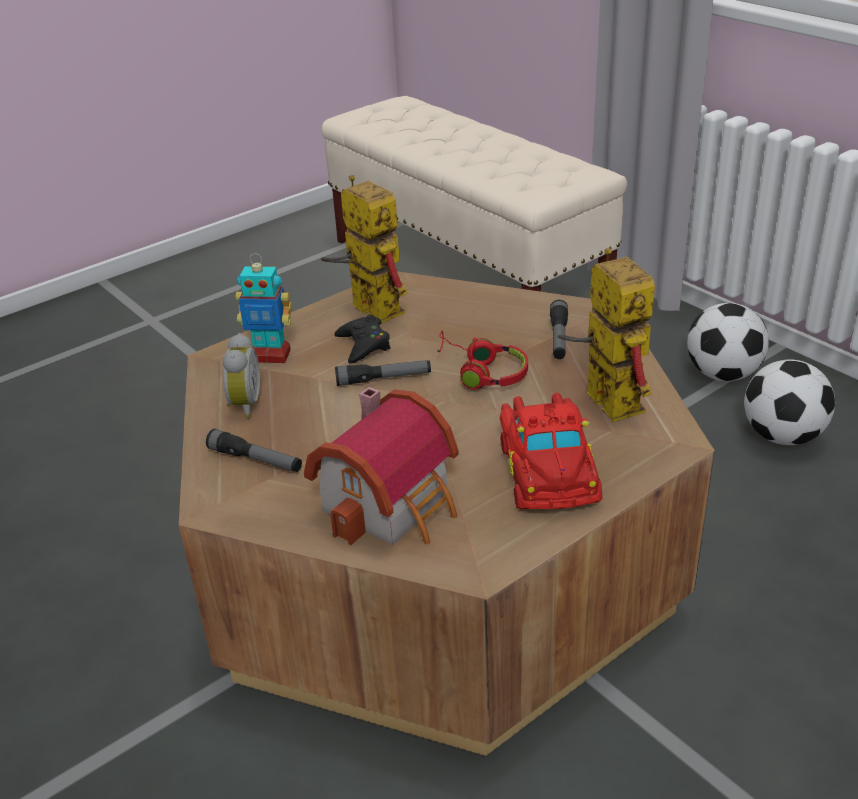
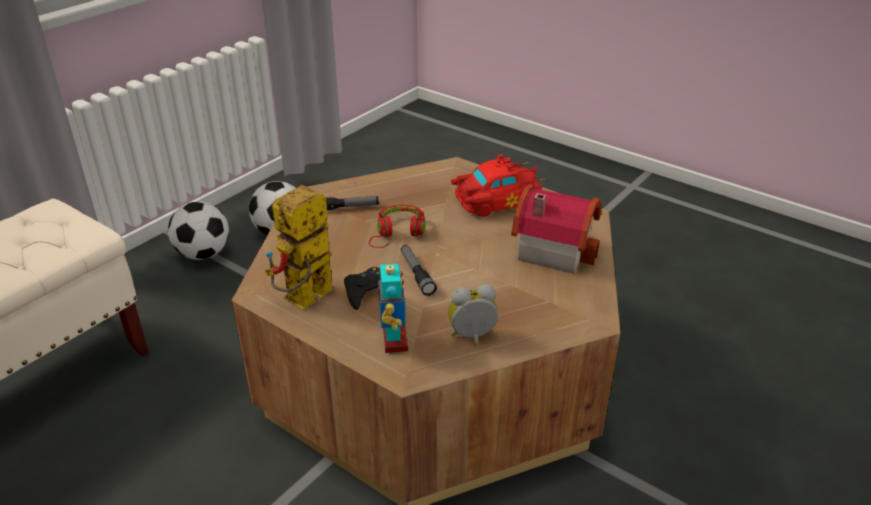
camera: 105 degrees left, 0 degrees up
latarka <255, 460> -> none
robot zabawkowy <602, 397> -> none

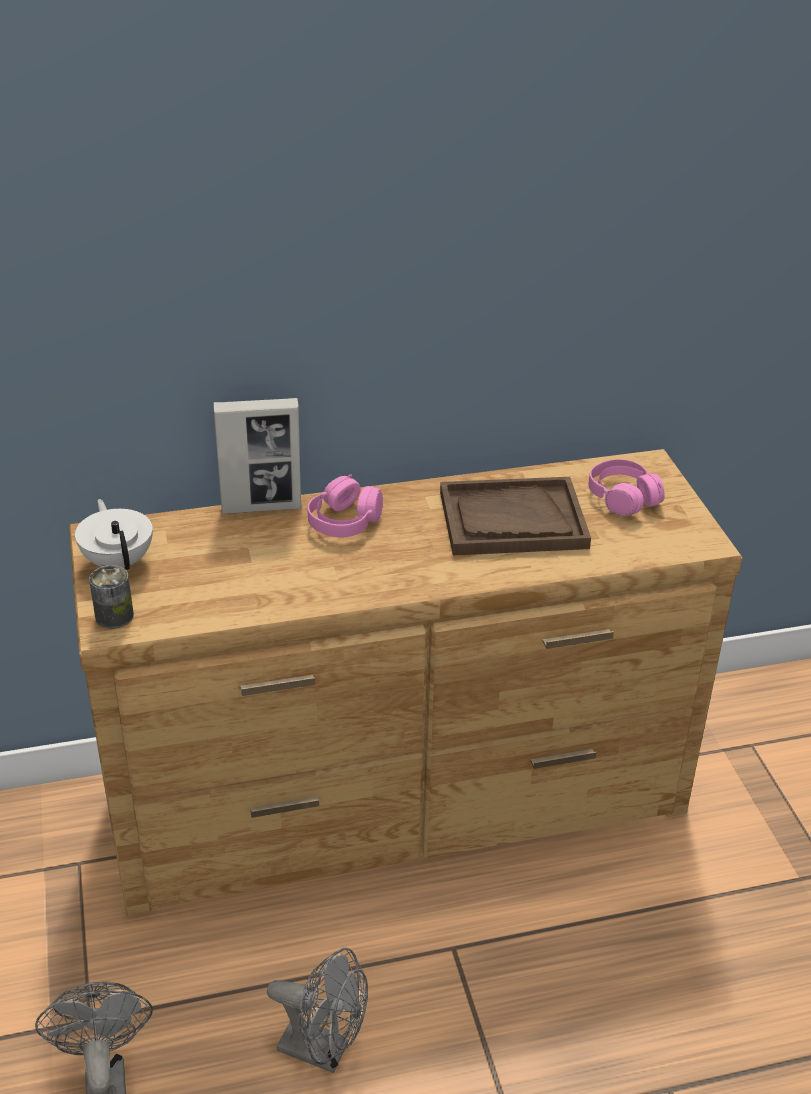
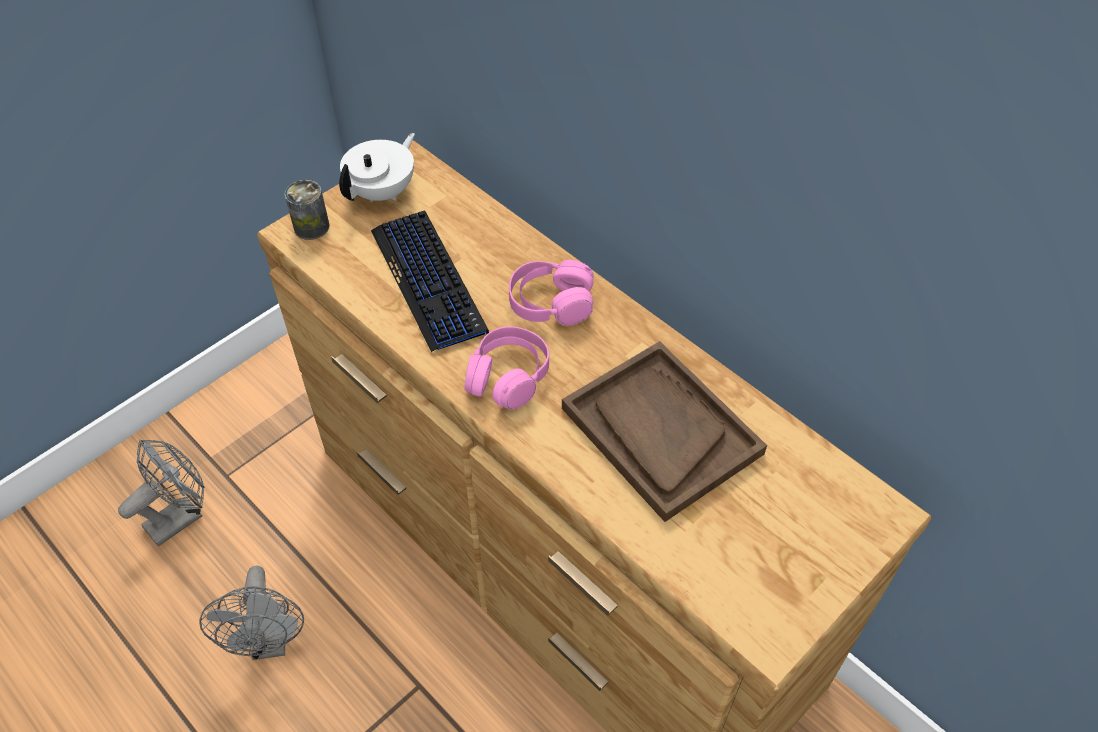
camera: 60 degrees right, 15 degrees up
none -> klawiatura <429, 281>
słuchawki (różowy) <623, 498> -> słuchawki (różowy) <508, 377>, relocated
ramka na zdjęcie <261, 507> -> none

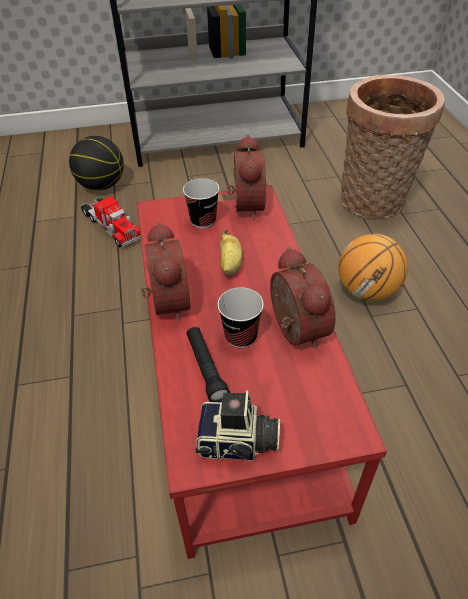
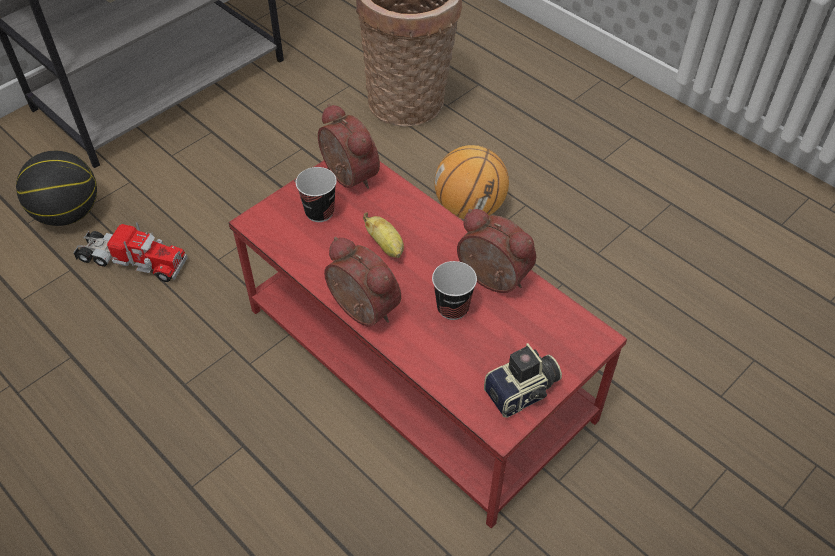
camera: 35 degrees left, 5 degrees up
latarka (czarny) <206, 369> -> none

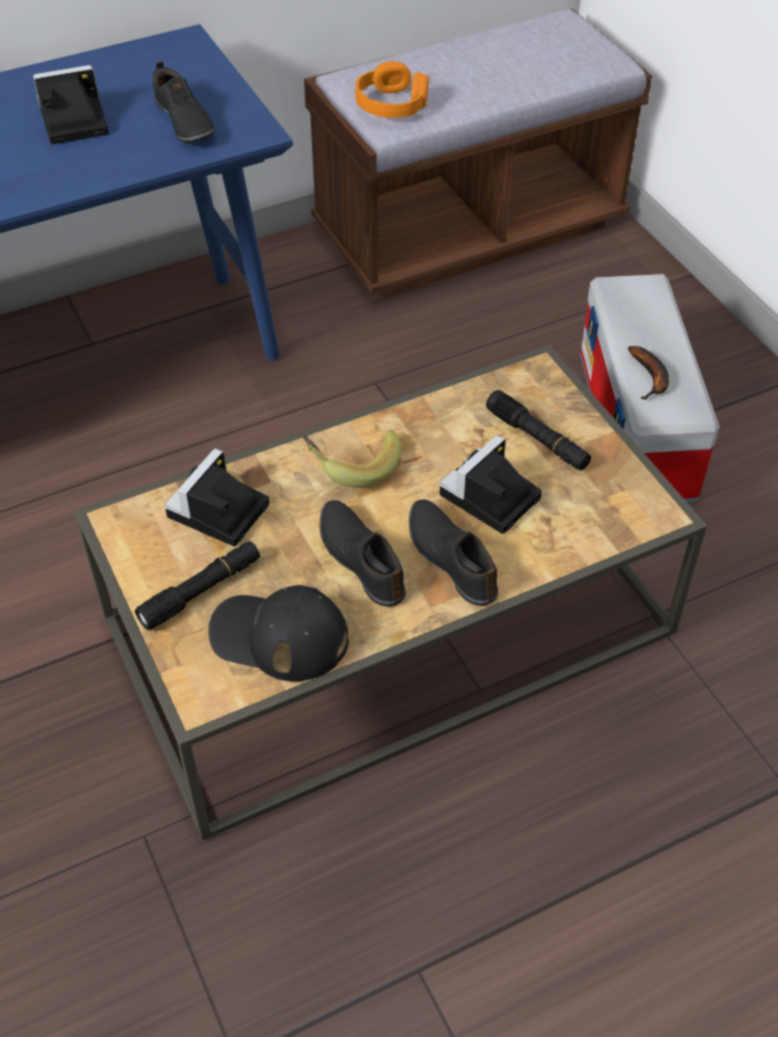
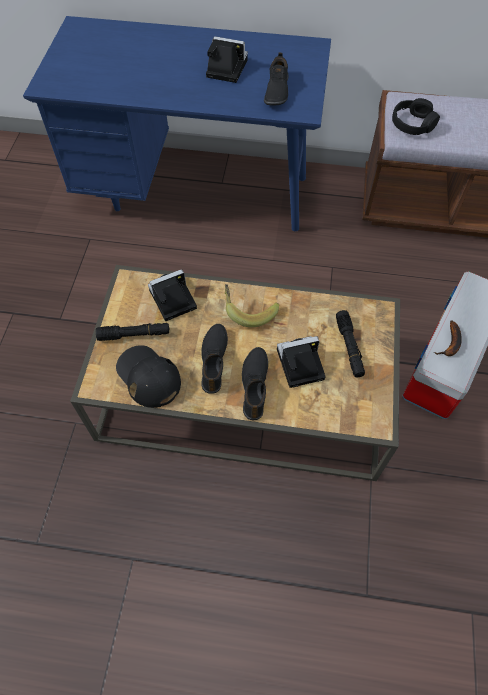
camera: 35 degrees right, 10 degrees up
słuchawki (pomarańczowy) <392, 104> -> słuchawki (czarny) <412, 124>

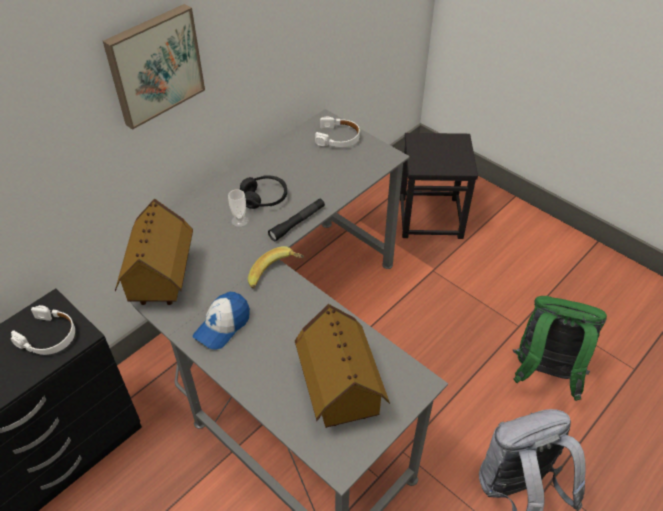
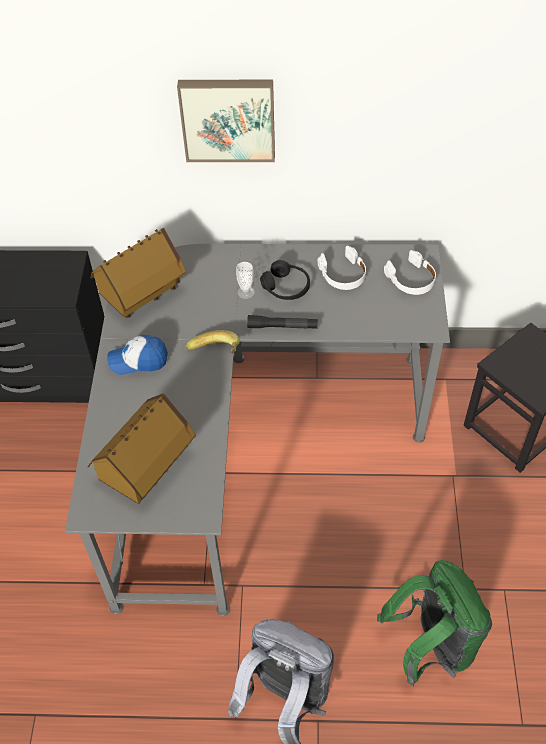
camera: 50 degrees right, 5 degrees up
słuchawki (biały) <49, 336> -> słuchawki (biały) <343, 274>, relocated

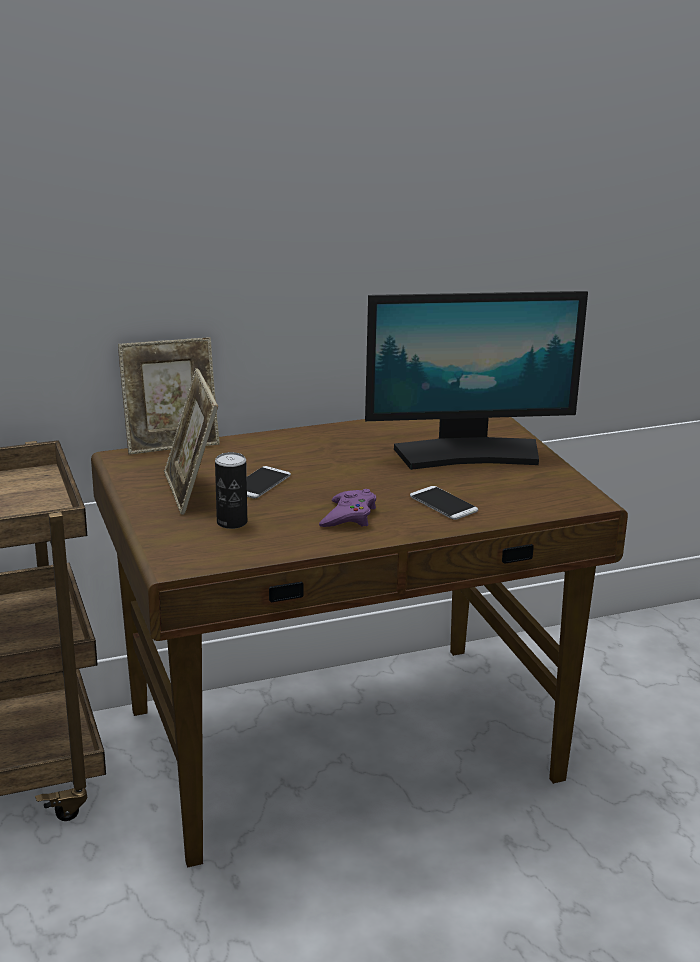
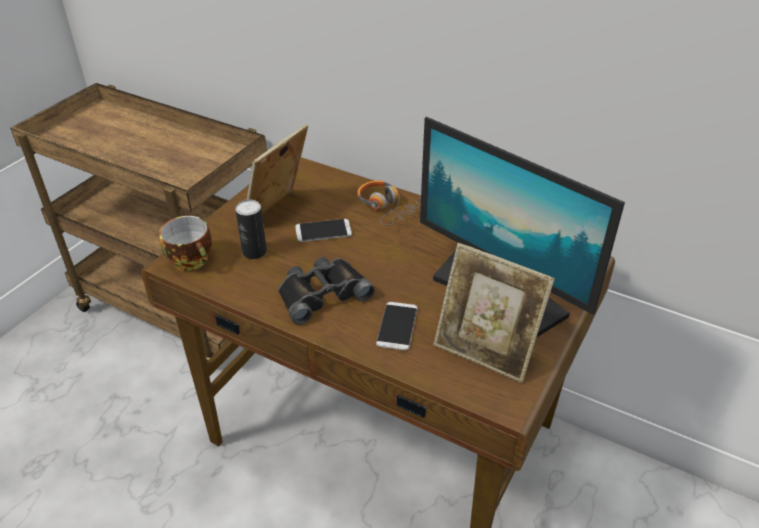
camera: 50 degrees right, 15 degrees up
none -> filiżanka <193, 260>
pad do gier (fioletowy) <349, 516> -> lornetka (czarny) <322, 293>
none -> słuchawki <386, 208>
ramka na zdjęcie <171, 443> -> ramka na zdjęcie <485, 352>, relocated

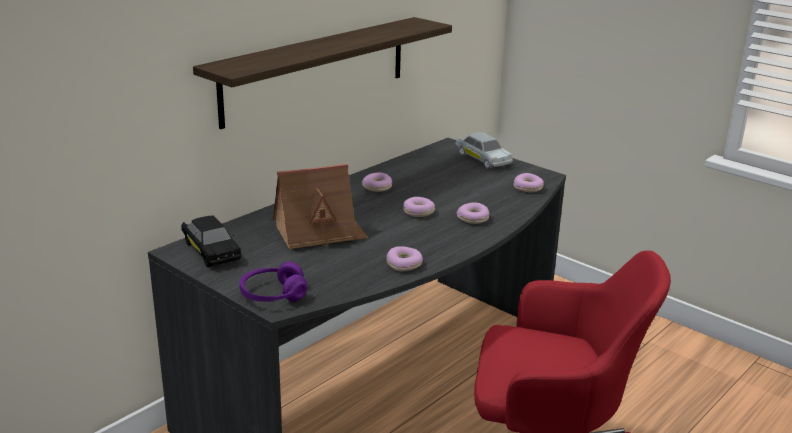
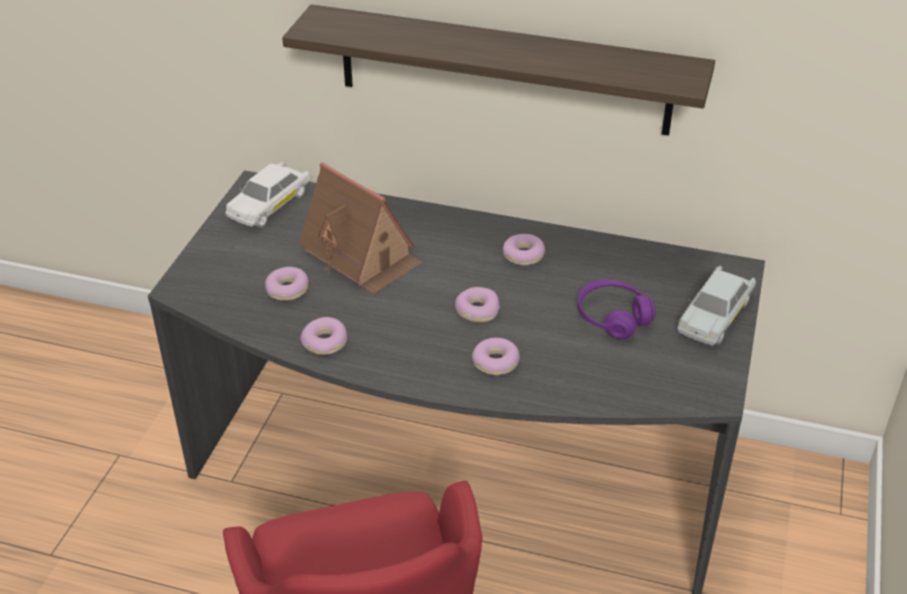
camera: 65 degrees right, 15 degrees up
samochodzik (czarny) <211, 251> -> samochodzik (biały) <269, 204>
donut <528, 188> -> donut <287, 290>, relocated
słuchawki (fioletowy) <273, 295> -> słuchawki (fioletowy) <613, 317>, relocated

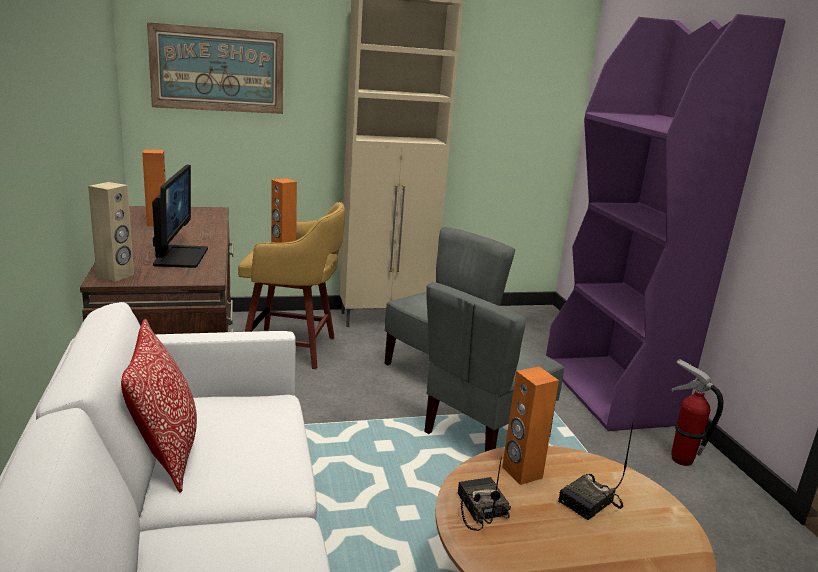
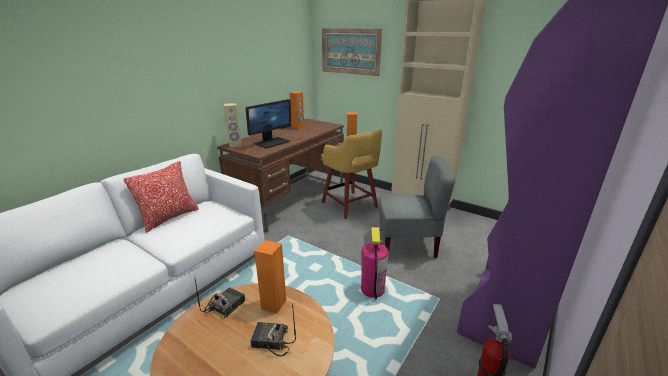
camera: 50 degrees right, 5 degrees up
krzesło (szary) <484, 435> -> gaśnica <372, 289>

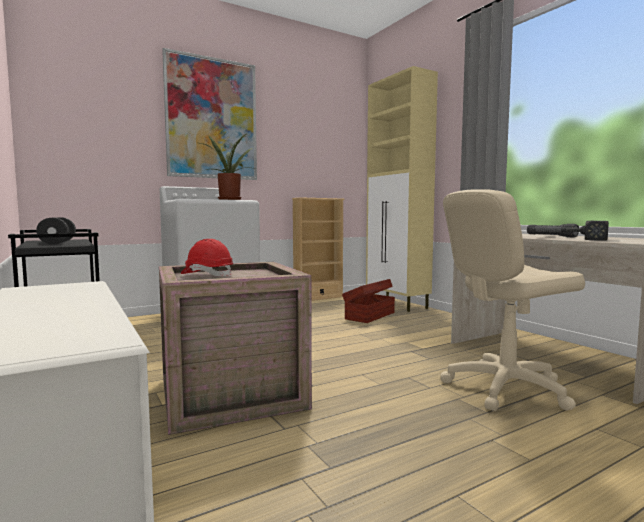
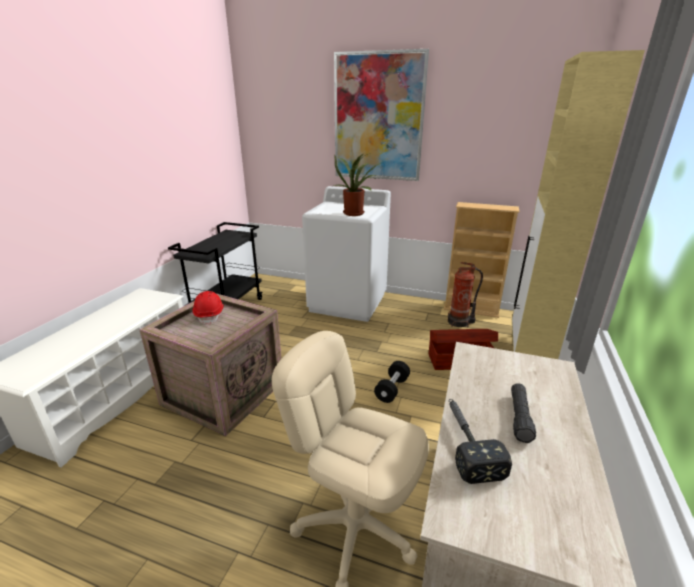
camera: 50 degrees right, 20 degrees up
hantel (czarny) <58, 243> -> hantel (czarny) <392, 389>, relocated
none -> gaśnica <459, 322>

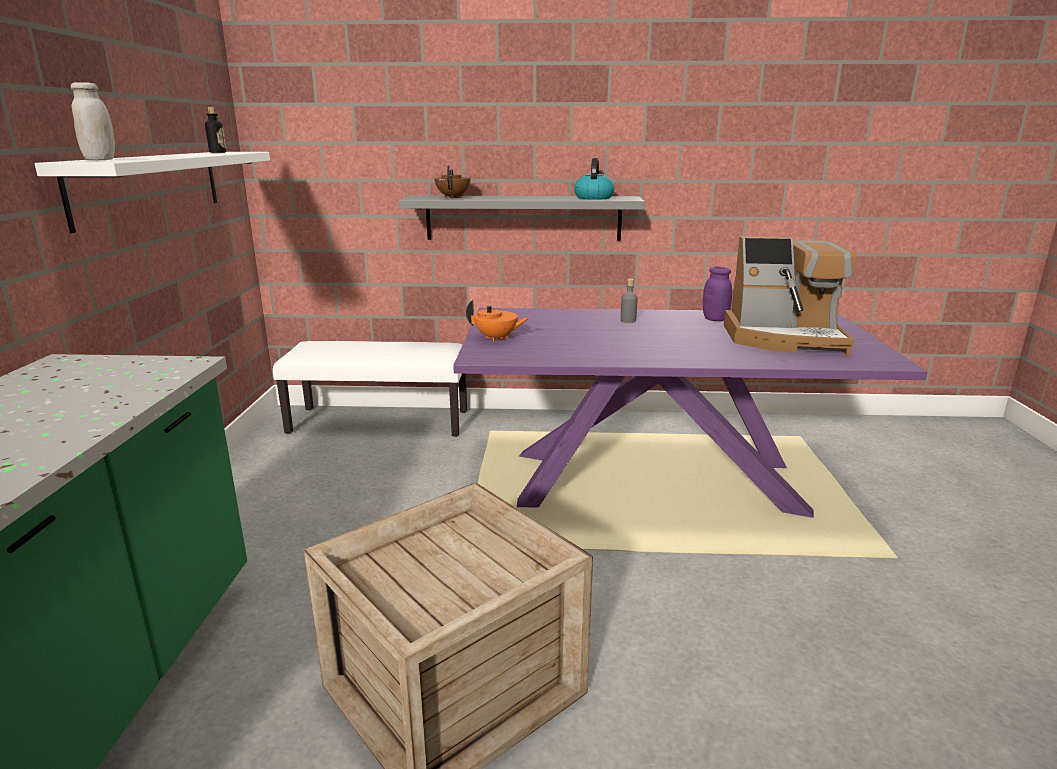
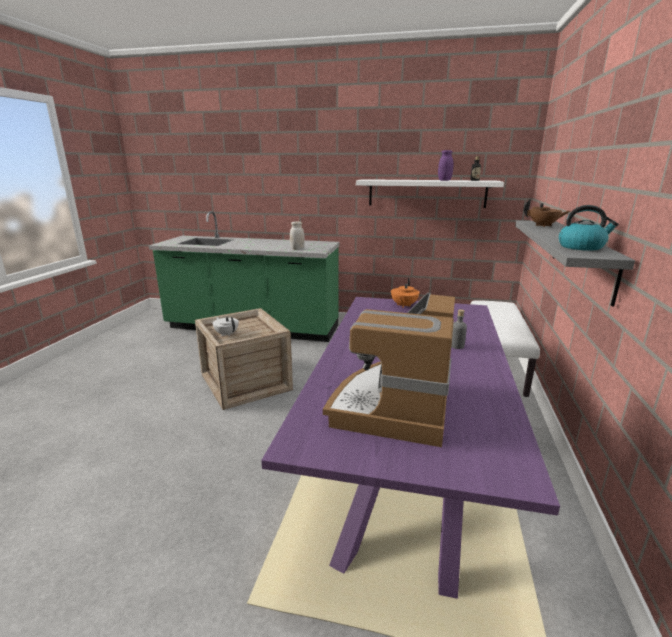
camera: 100 degrees right, 0 degrees up
none -> imbryk (biały) <226, 334>
słoik (biały) <100, 160> -> słoik (biały) <297, 249>, relocated
słoik (fioletowy) <715, 319> -> słoik (fioletowy) <444, 180>, relocated

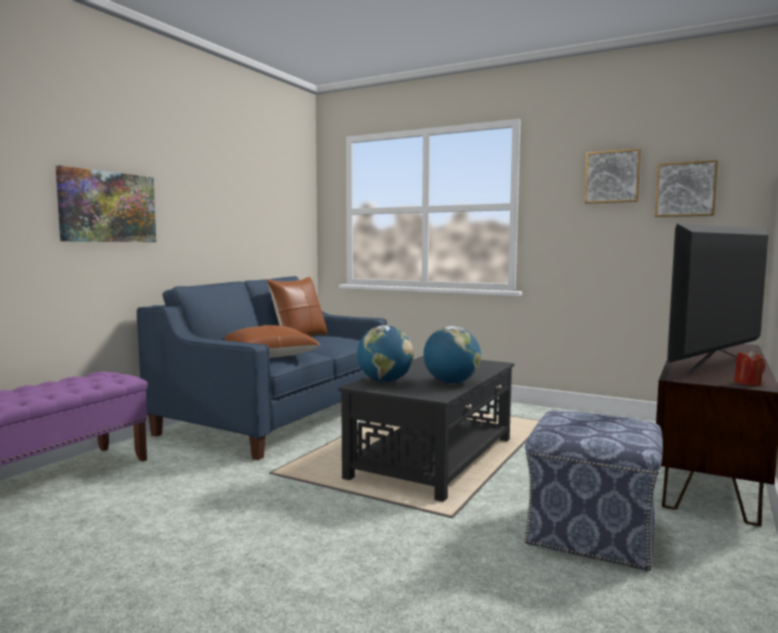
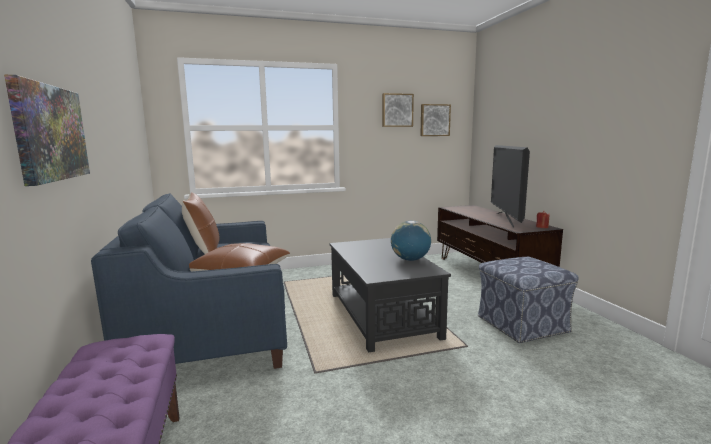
camera: 45 degrees left, 5 degrees up
globus <385, 381> -> none

